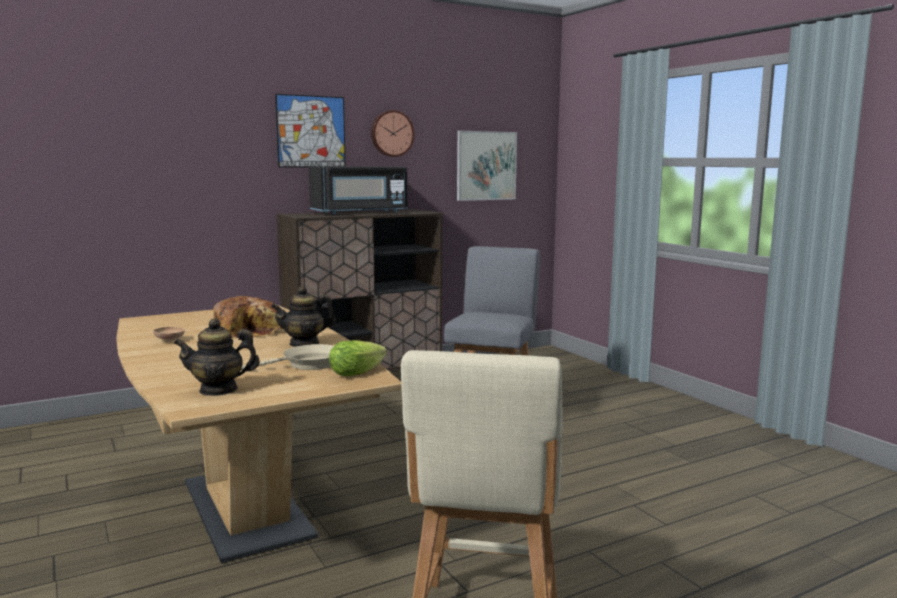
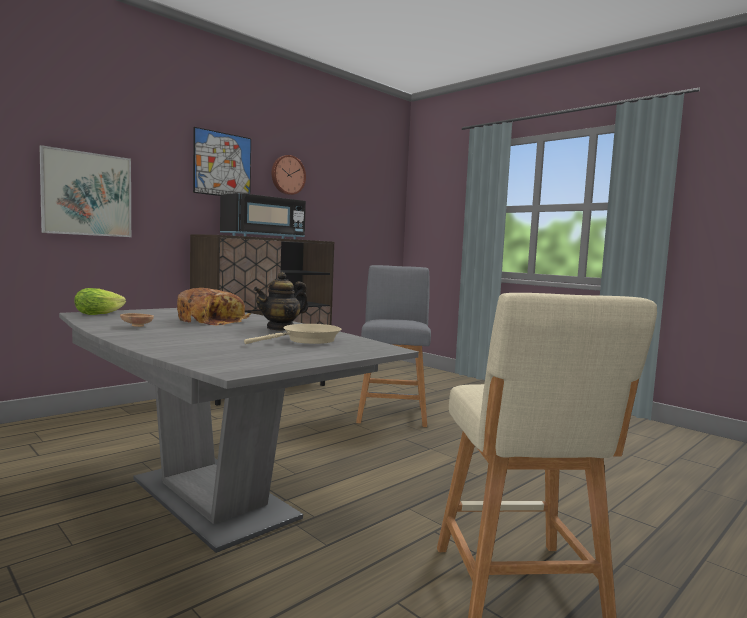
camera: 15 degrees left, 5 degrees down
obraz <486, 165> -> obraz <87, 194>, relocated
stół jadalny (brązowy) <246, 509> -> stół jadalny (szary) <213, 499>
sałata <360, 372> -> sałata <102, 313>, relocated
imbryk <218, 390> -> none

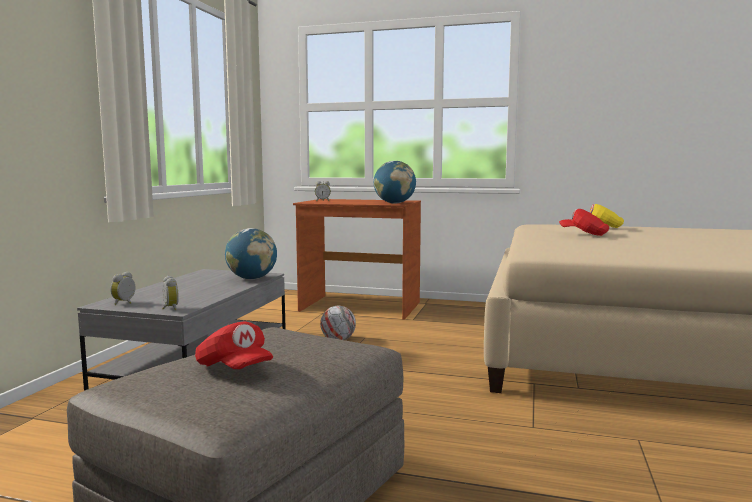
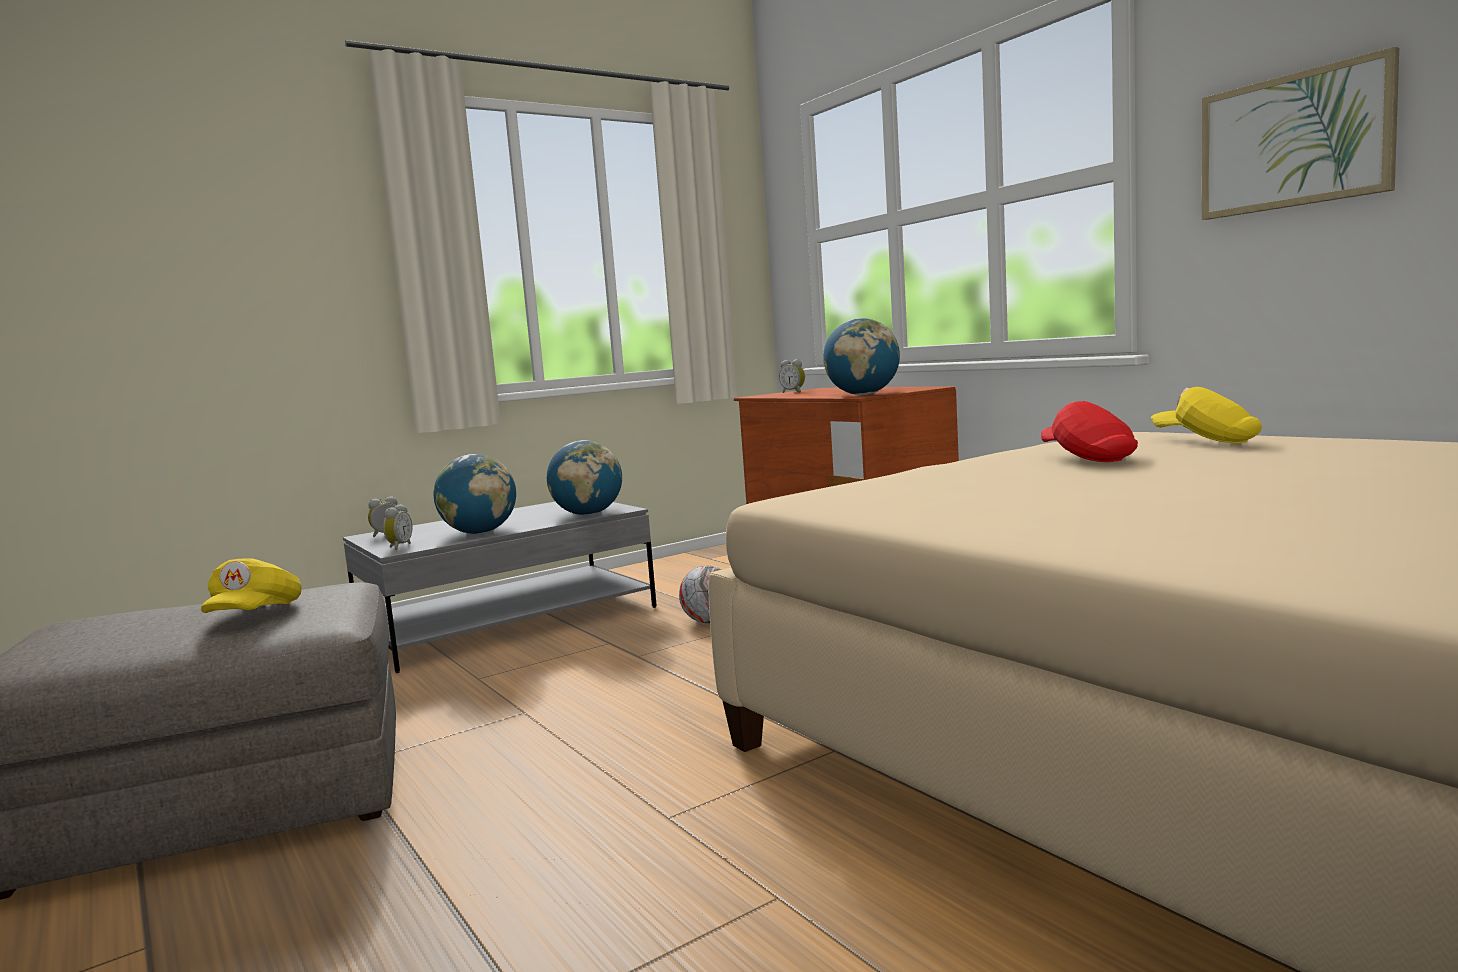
camera: 40 degrees right, 0 degrees up
none -> czapka z daszkiem (żółty) <255, 615>
none -> globus <479, 533>
none -> obraz <1294, 141>
czapka z daszkiem (czerwony) <234, 369> -> none

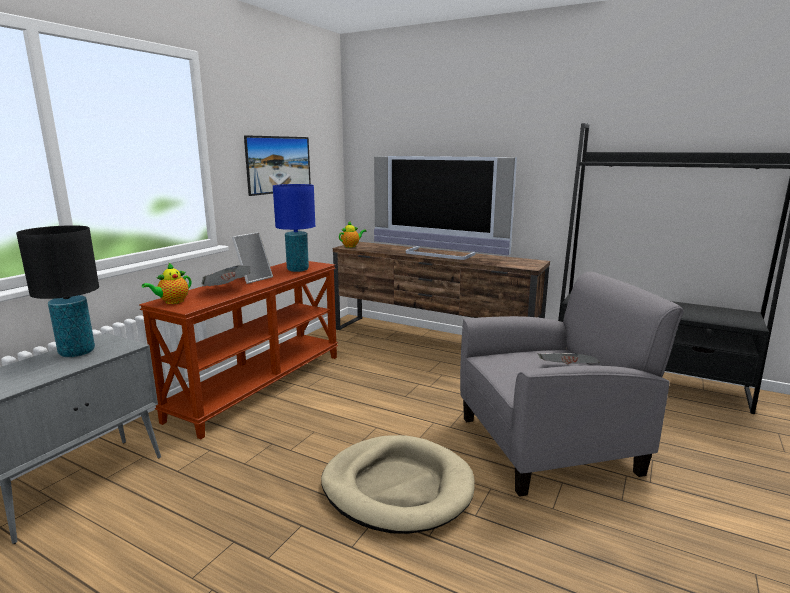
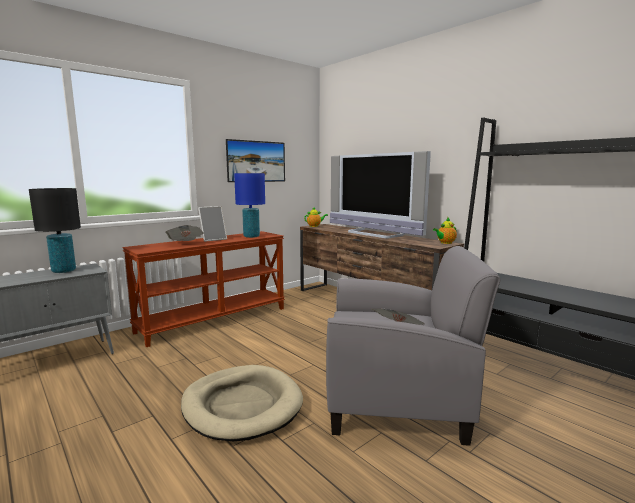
camera: 20 degrees right, 5 degrees down
imbryk <172, 302> -> imbryk <445, 243>, relocated

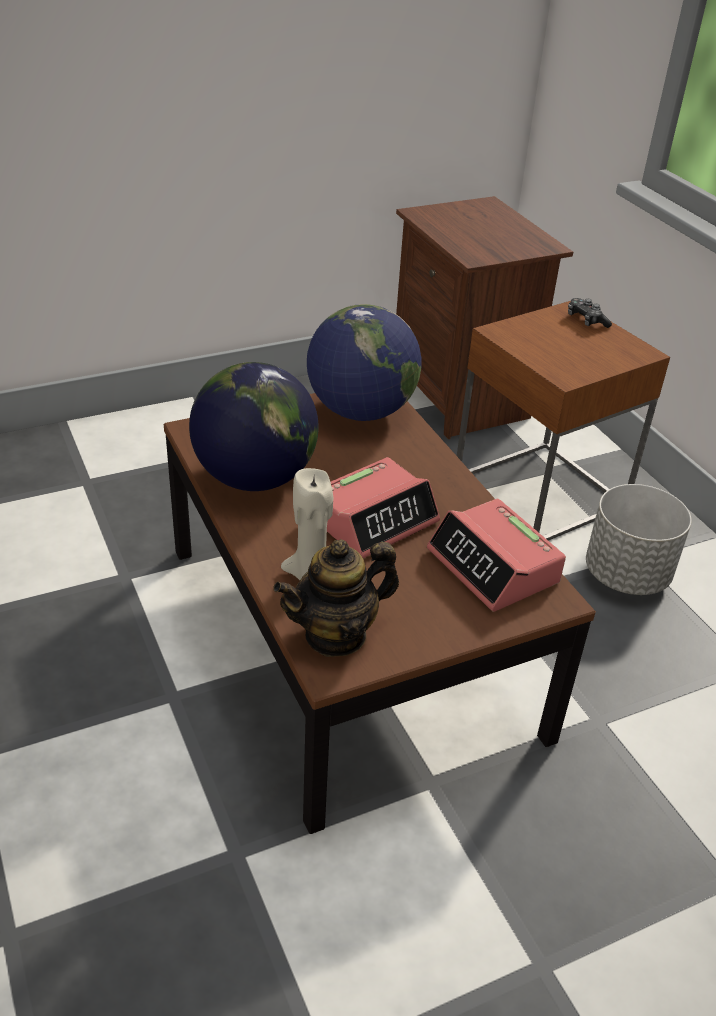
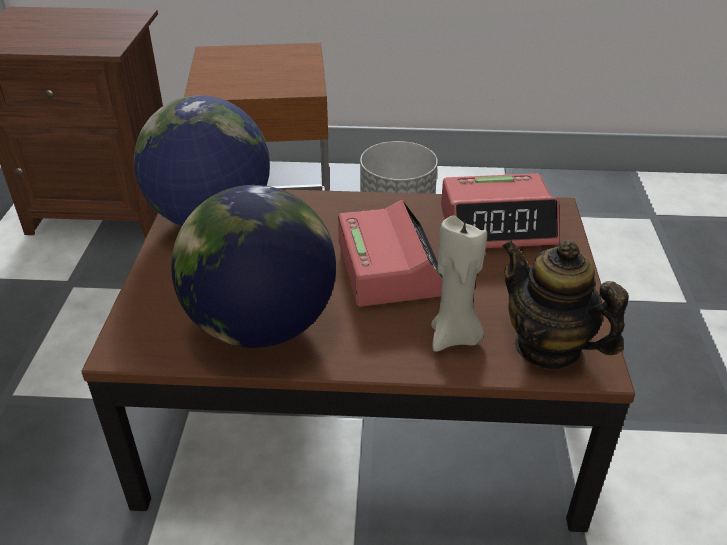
camera: 60 degrees left, 0 degrees up
imbryk <336, 634> -> imbryk <548, 347>, 135 degrees clockwise
pad do gier <586, 320> -> none

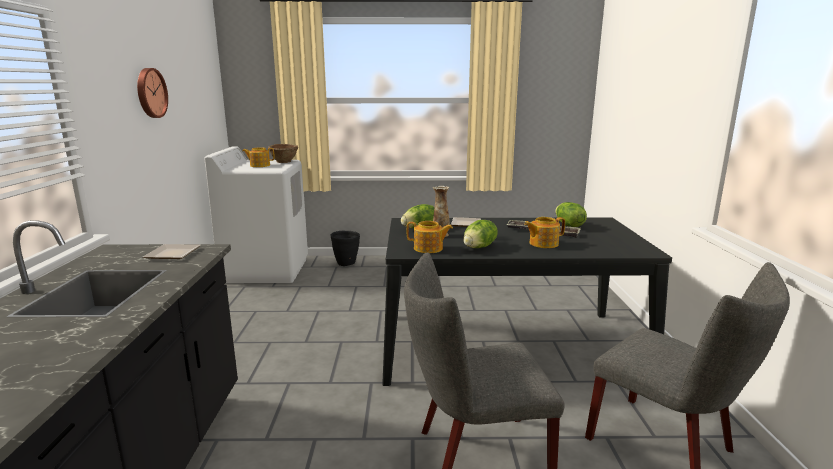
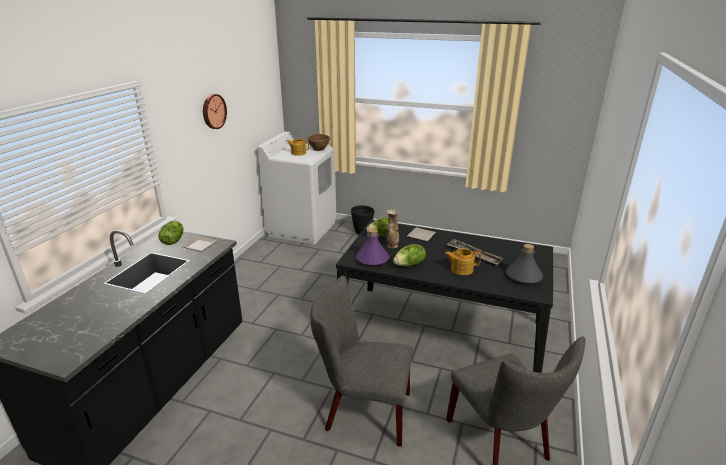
camera: 20 degrees right, 10 degrees up
sałata <568, 225> -> sałata <173, 241>, relocated
imbryk <429, 248> -> butelka (fioletowy) <372, 259>
none -> butelka (szary) <523, 276>

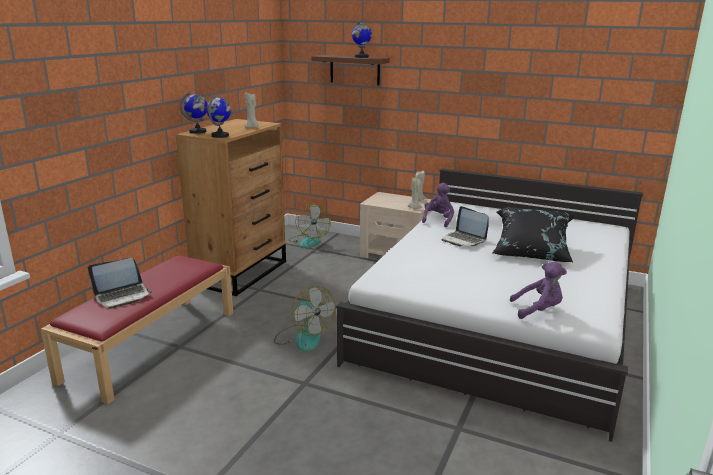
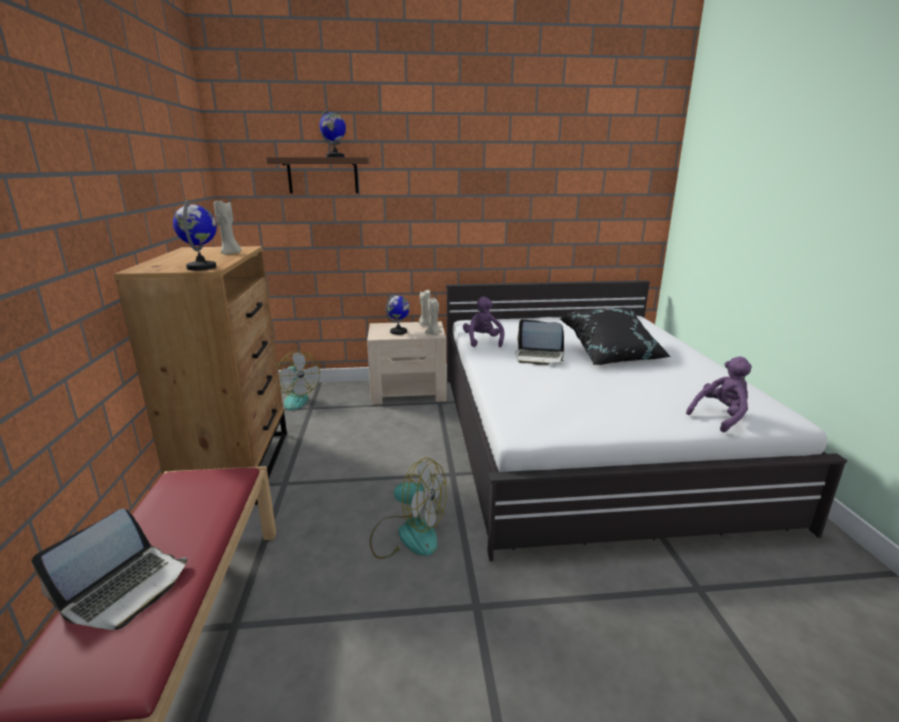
camera: 30 degrees left, 0 degrees up
globus <198, 131> -> globus <398, 332>, relocated

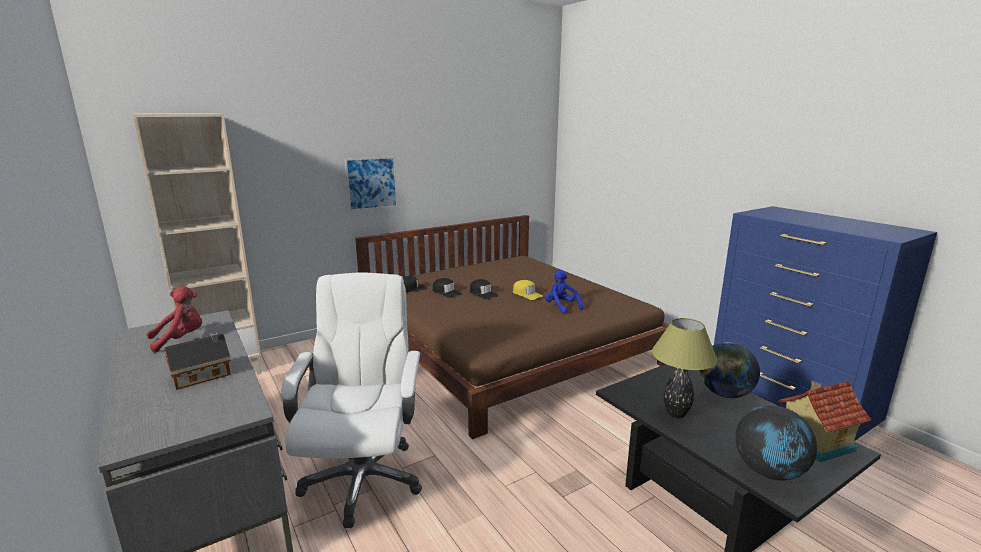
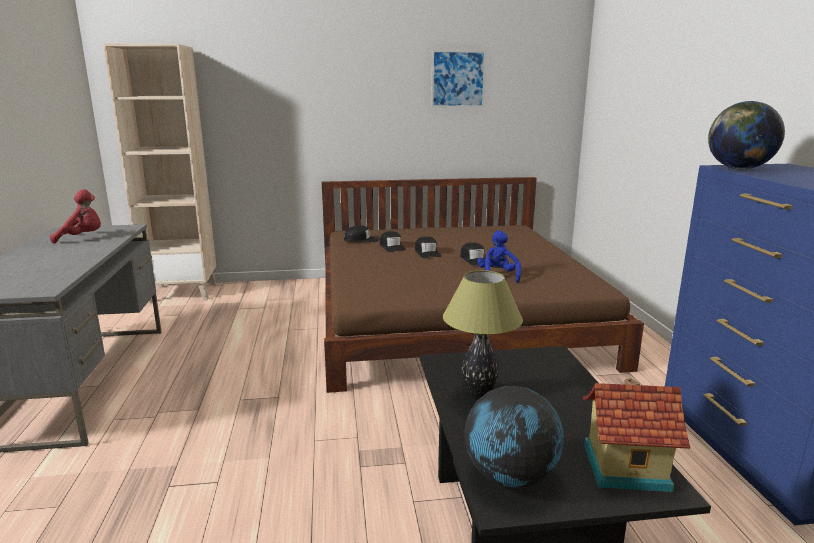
camera: 25 degrees right, 0 degrees up
obraz <372, 183> -> obraz <458, 79>, relocated
czapka z daszkiem (żółty) <527, 294> -> czapka z daszkiem (czarny) <474, 259>
globus <724, 394> -> globus <739, 169>, relocated
domek <204, 375> -> none
krzesło biurowe (biały) <363, 478> -> none

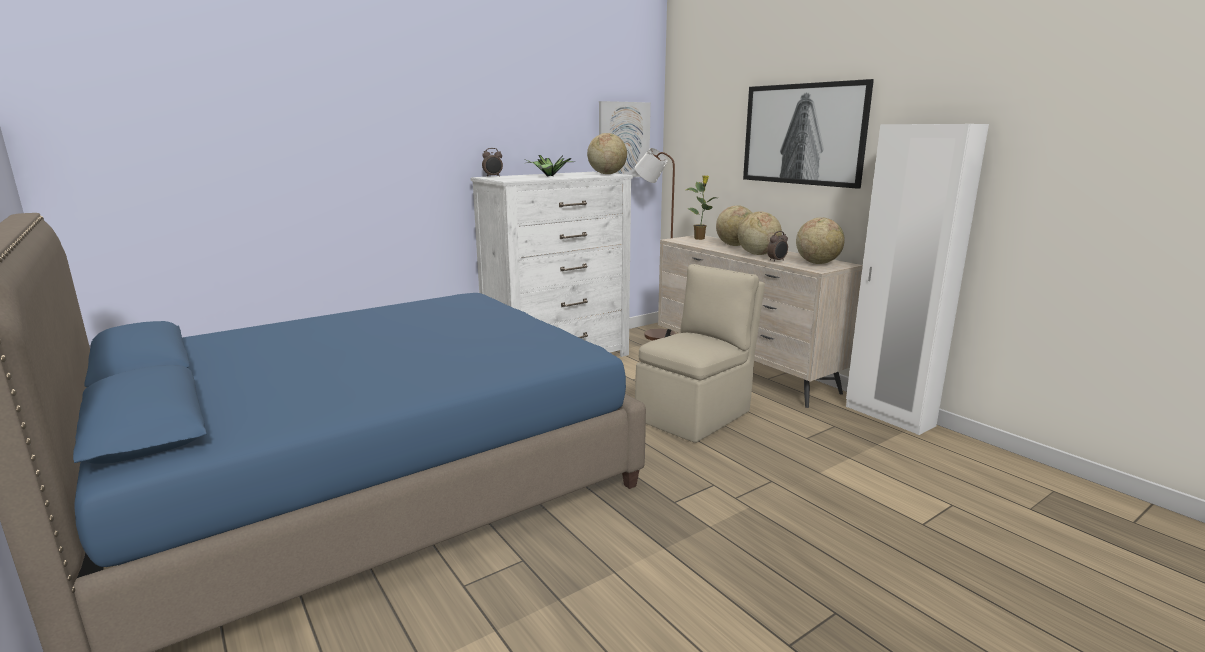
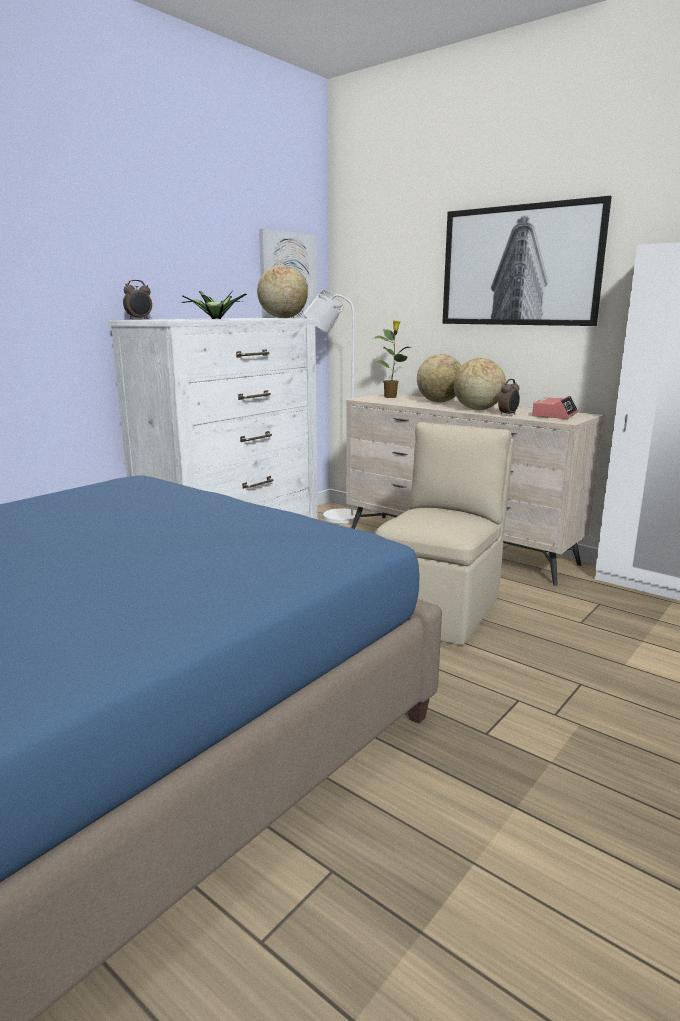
camera: 15 degrees left, 0 degrees up
lampa stojąca (brązowy) <654, 335> -> lampa stojąca (biały) <334, 516>
globus <817, 263> -> budzik <554, 415>

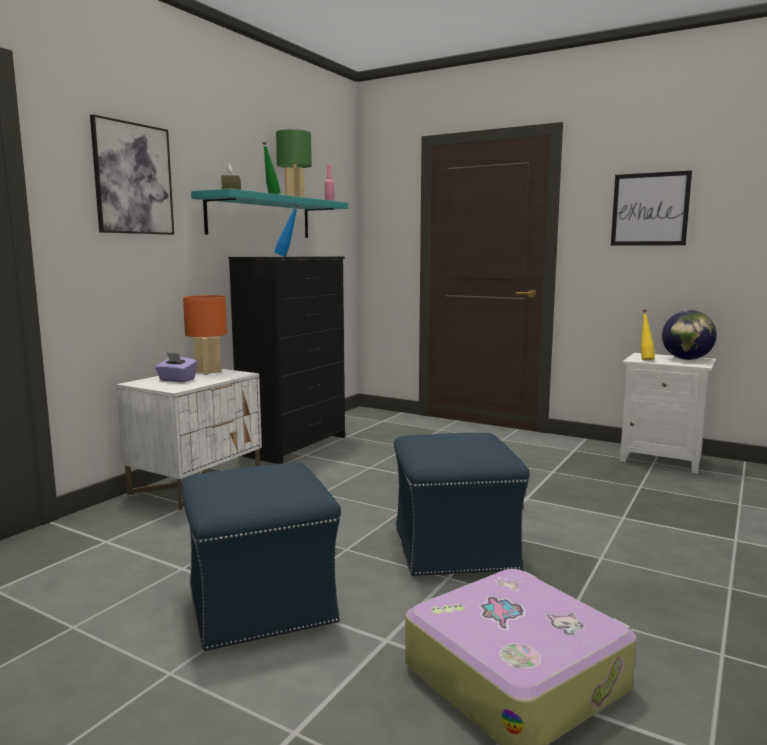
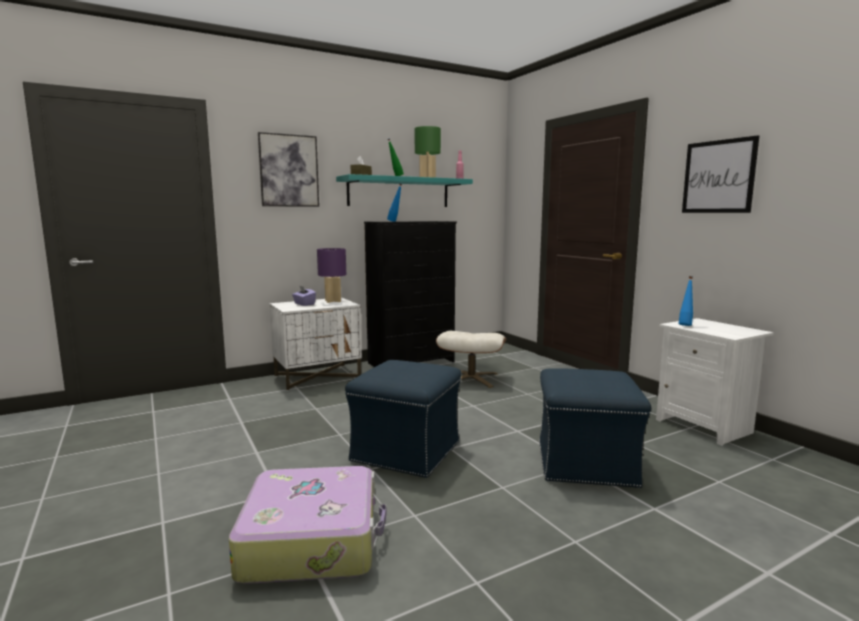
camera: 30 degrees right, 0 degrees up
lampa stołowa (pomarańczowy) <208, 372> -> lampa stołowa (fioletowy) <333, 301>
none -> pufa (beżowy) <471, 378>
pufa (niebieski) <261, 604> -> pufa (niebieski) <586, 464>, relocated
butelka (żółty) <645, 359> -> butelka (niebieski) <685, 325>
globus <686, 359> -> none

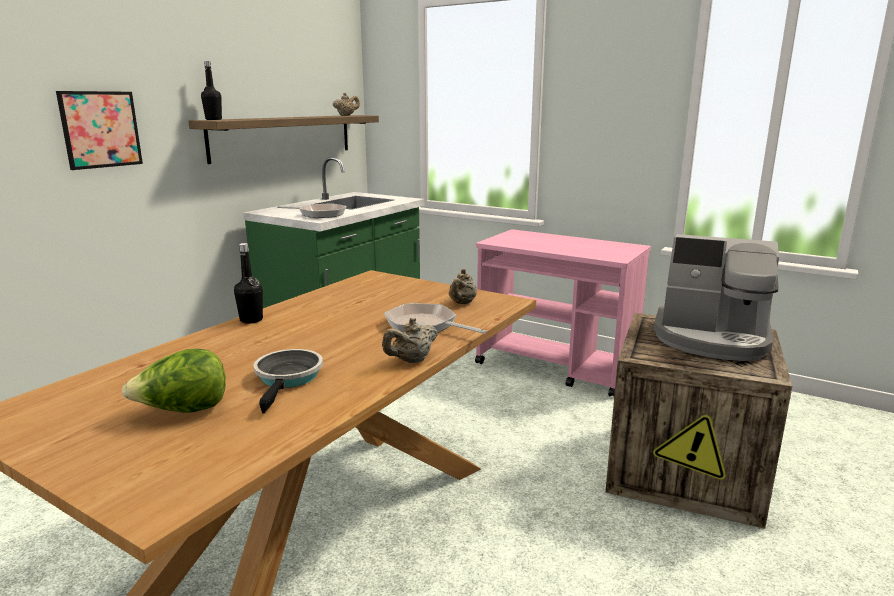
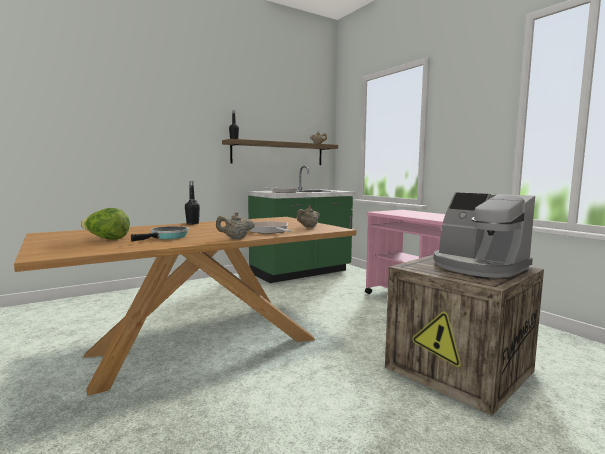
camera: 25 degrees right, 10 degrees down
obraz <101, 129> -> none

